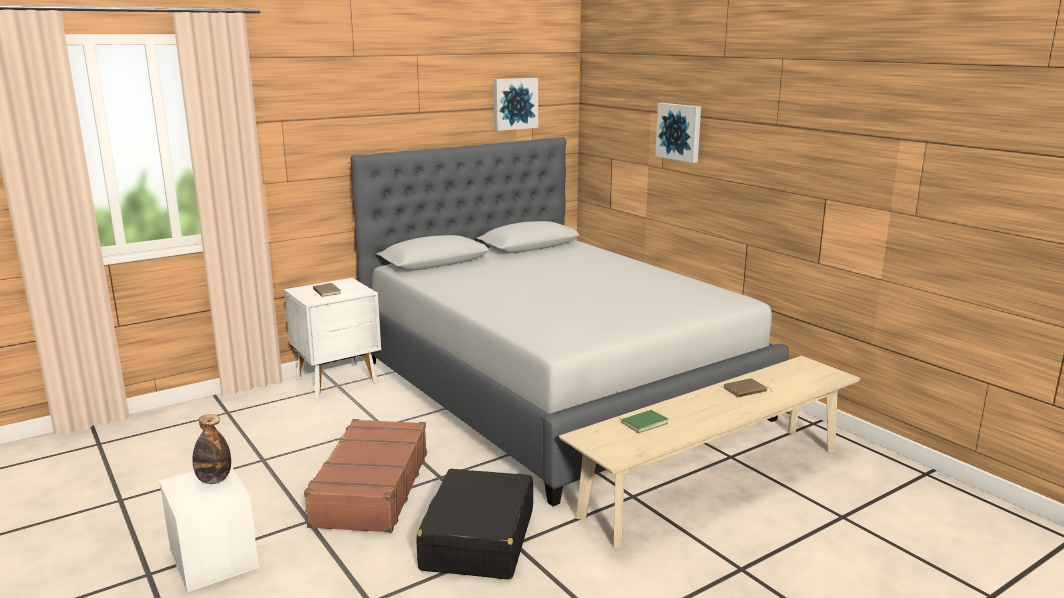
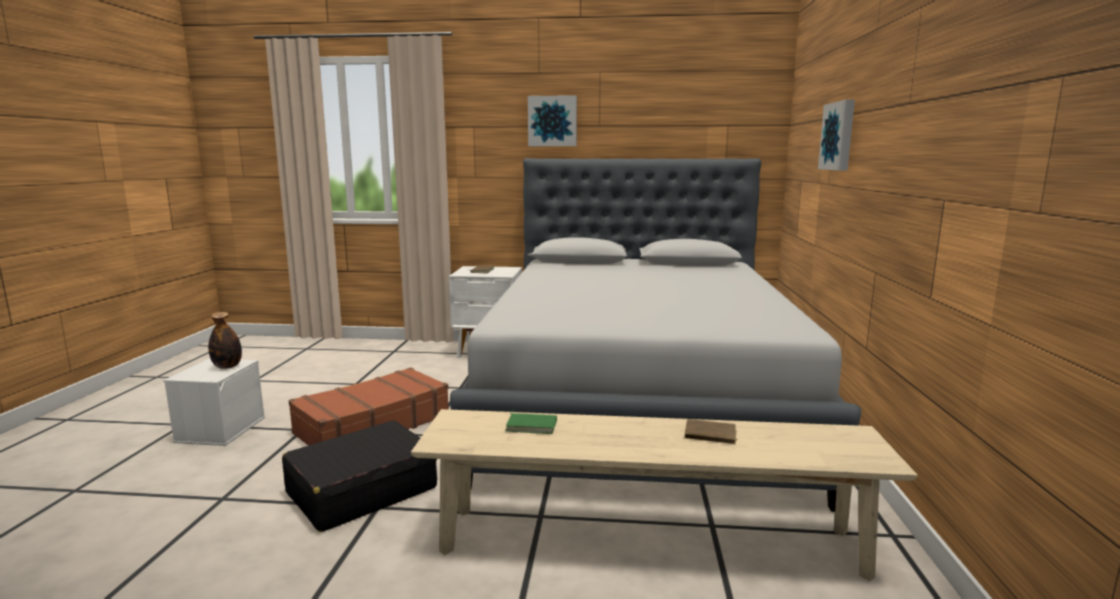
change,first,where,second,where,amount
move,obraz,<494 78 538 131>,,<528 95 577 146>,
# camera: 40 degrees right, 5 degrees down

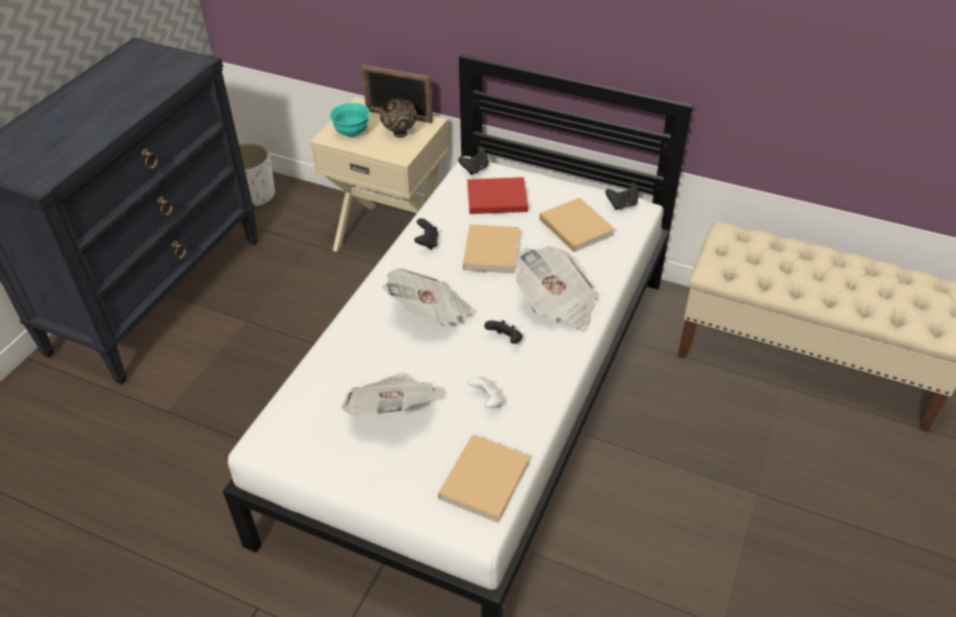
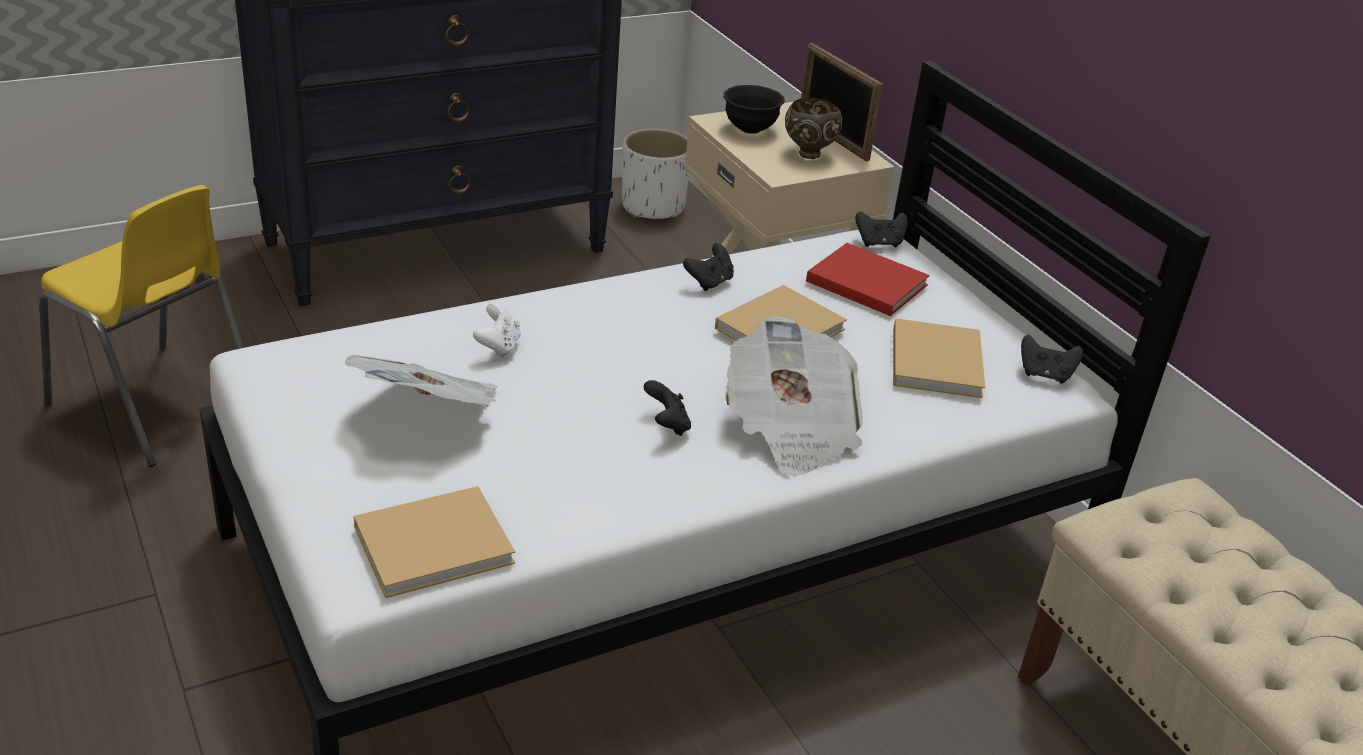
change,first,where,second,where,amount
delete,gazeta,<382 268 476 326>,,,
insert,,,krzesło [żółty],<39 185 244 467>,
move,pad do gier [biały],<467 377 504 409>,,<473 303 521 358>,
recolor,miska [turkusowy],<330 103 370 137>,miska [czarny],<724 85 785 134>,
# camera: 35 degrees right, 10 degrees down

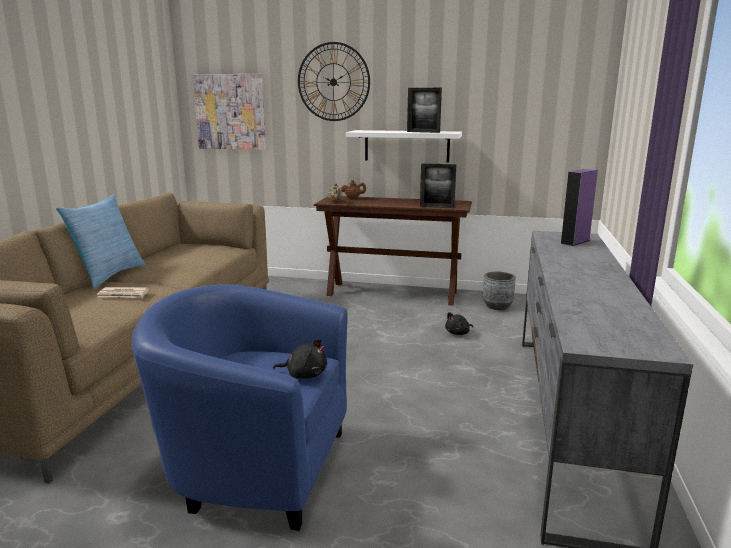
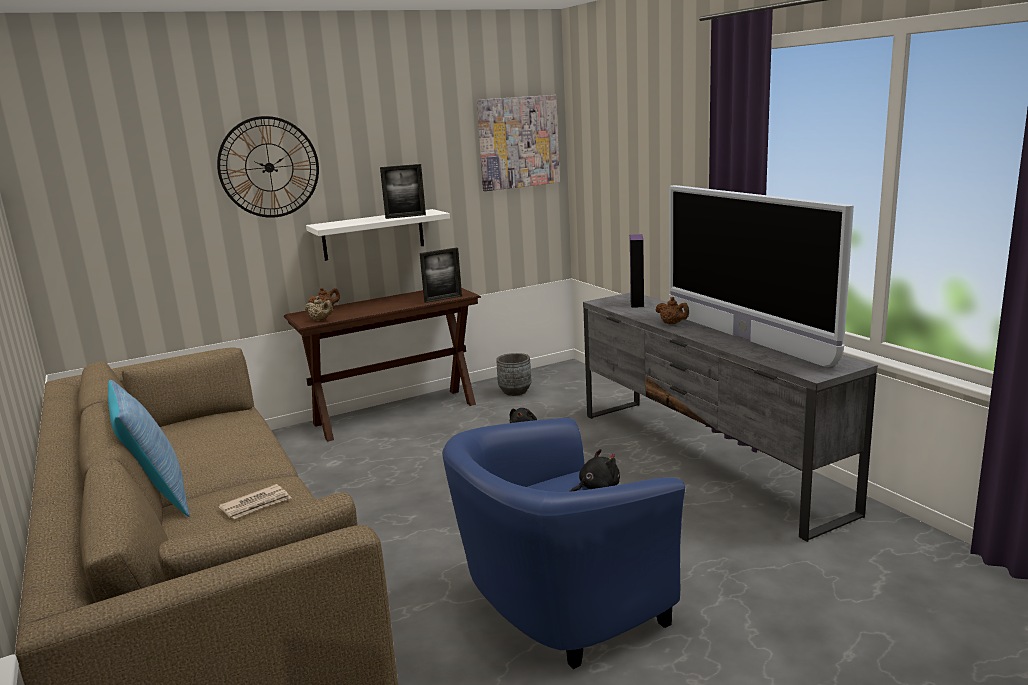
change,first,where,second,where,amount
insert,,,imbryk [brązowy],<656 297 689 324>,
insert,,,telewizor,<669 185 854 367>,
move,obraz,<193 74 266 150>,,<477 95 560 191>,
# camera: 40 degrees left, 0 degrees up

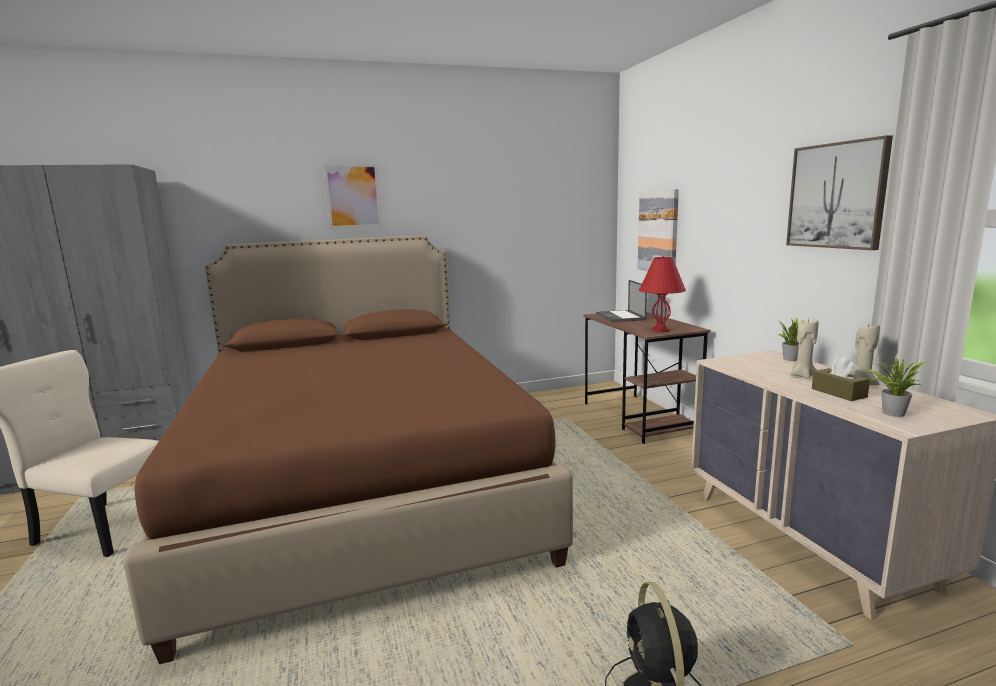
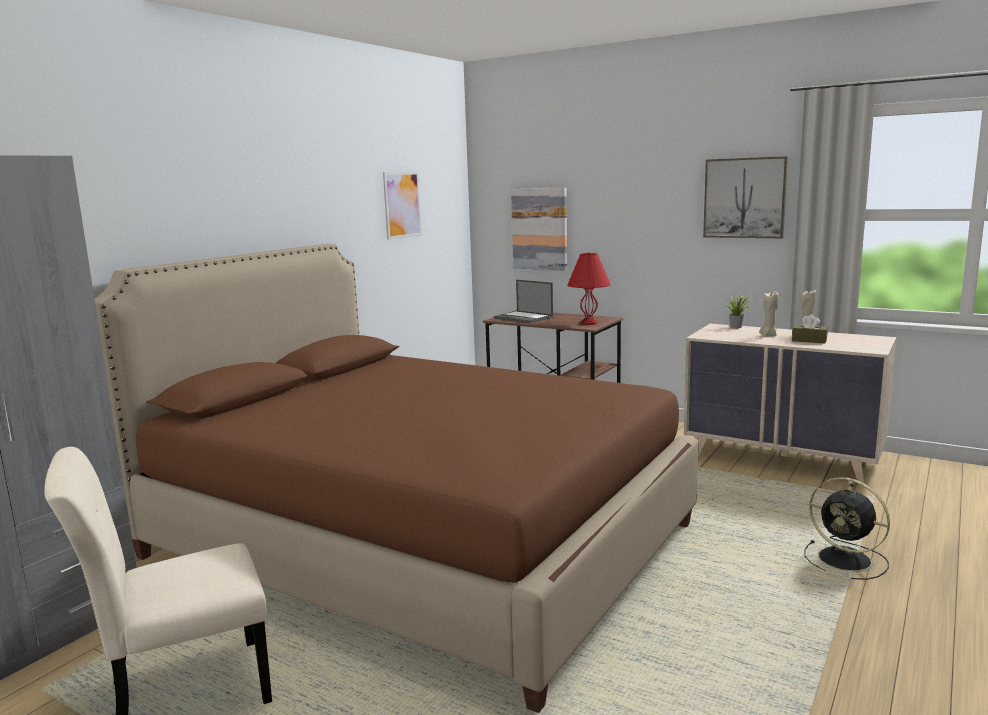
change,first,where,second,where,amount
delete,roślina doniczkowa,<867 357 927 417>,,,
move,obraz,<323 164 382 229>,,<383 172 422 240>,
# camera: 40 degrees left, 0 degrees up

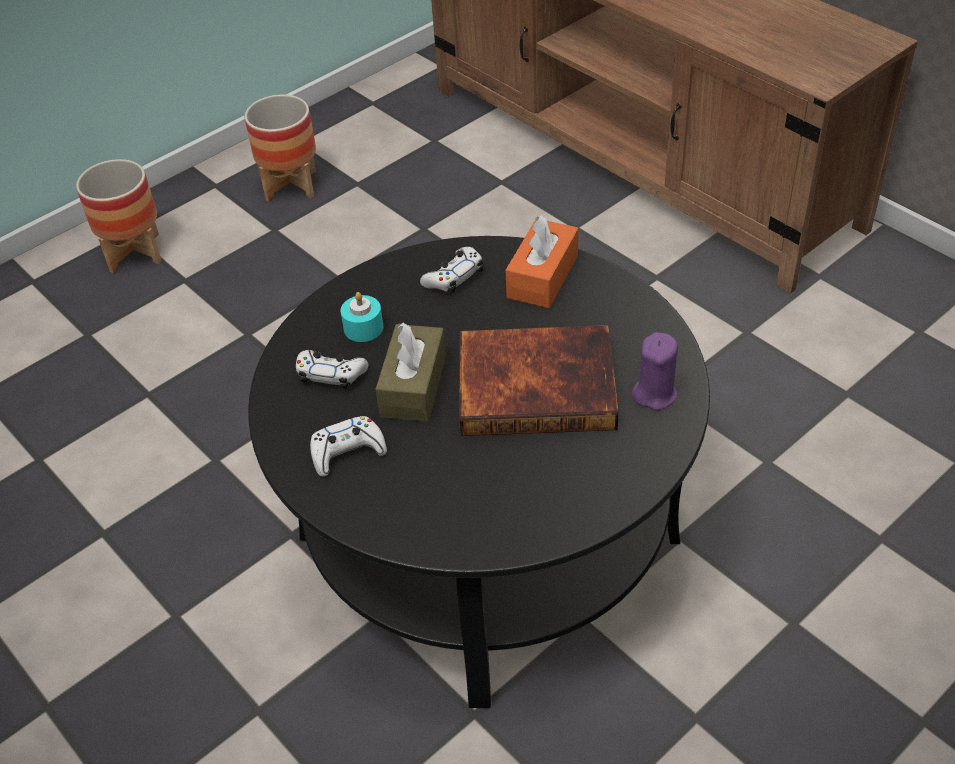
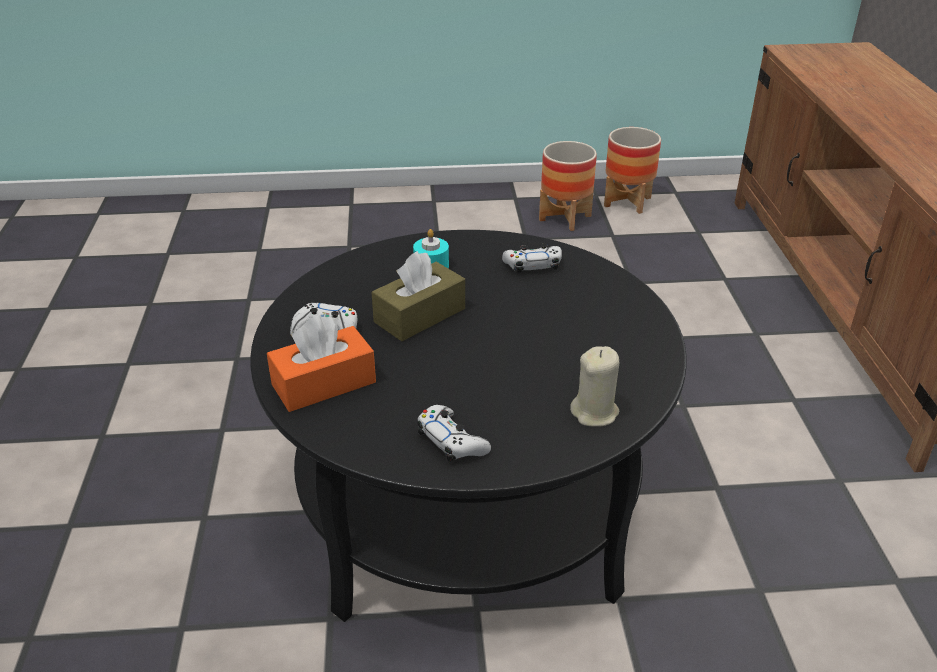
change,first,where,second,where,amount
delete,książka,<460 325 619 436>,,,
move,donica,<76 159 162 273>,,<604 127 661 214>,
move,pad do gier [biały],<296 350 369 390>,,<418 405 491 462>,
move,pudełko chusteczek [pomarańczowy],<506 215 578 308>,,<267 315 376 412>,
recolor,świeca [fioletowy],<632 332 678 411>,świeca [beżowy],<570 346 619 426>,
# camera: 35 degrees right, 10 degrees down

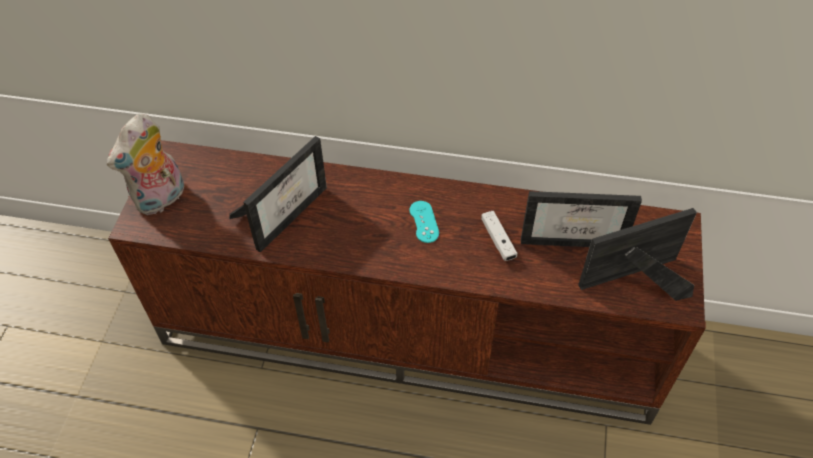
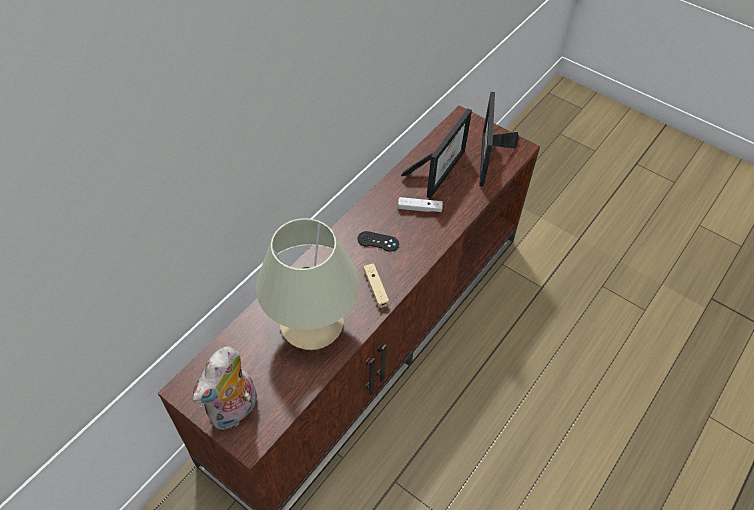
change,first,where,second,where,amount
insert,,,pad do gier [beżowy],<363 263 389 308>,
replace,ramka na zdjęcie,<229 136 327 253>,lampa stołowa [beżowy],<256 218 360 350>,
recolor,pad do gier [turkusowy],<410 201 439 243>,pad do gier [czarny],<357 231 399 252>,
rotate,pluszak,<107 113 185 215>,,<193 347 257 430>,60 degrees clockwise
# camera: 65 degrees left, 0 degrees up

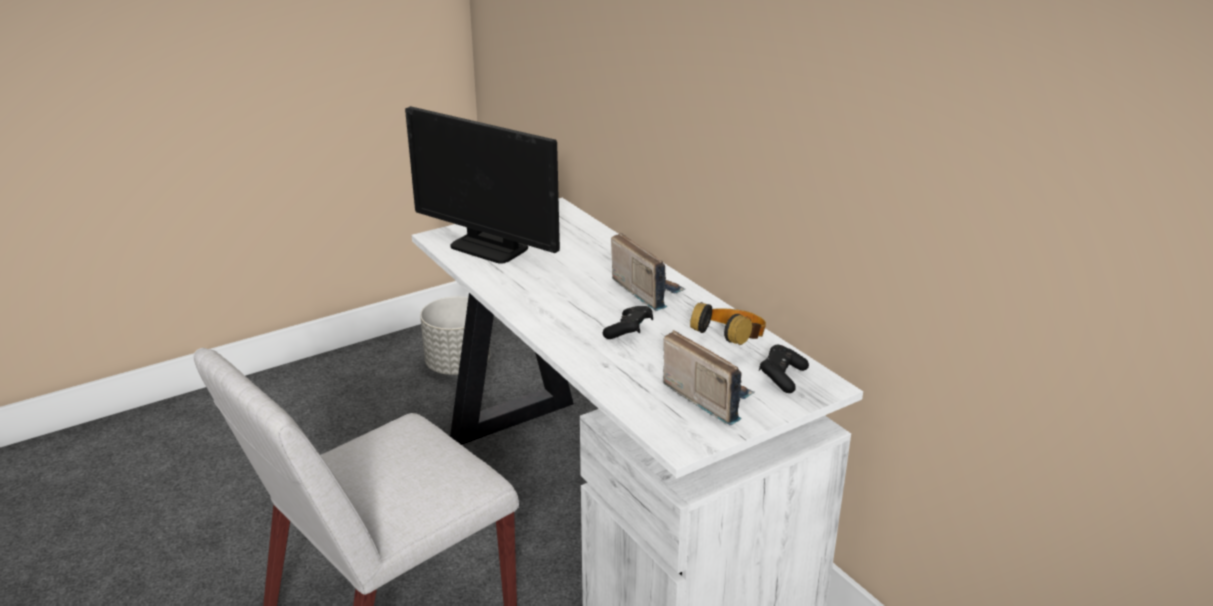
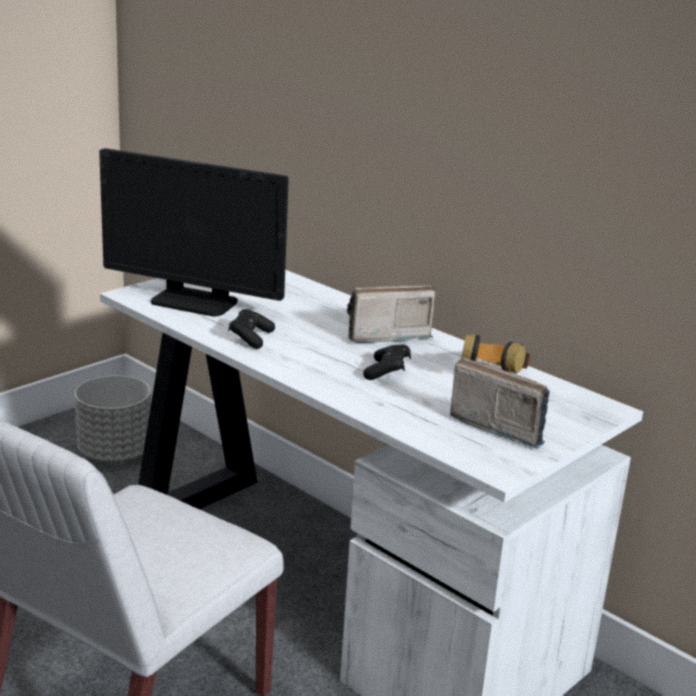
change,first,where,second,where,amount
move,pad do gier [czarny],<759 345 809 393>,,<228 309 275 349>,
rotate,radio,<611 233 685 311>,,<347 285 436 343>,60 degrees counterclockwise
# camera: 15 degrees left, 5 degrees down

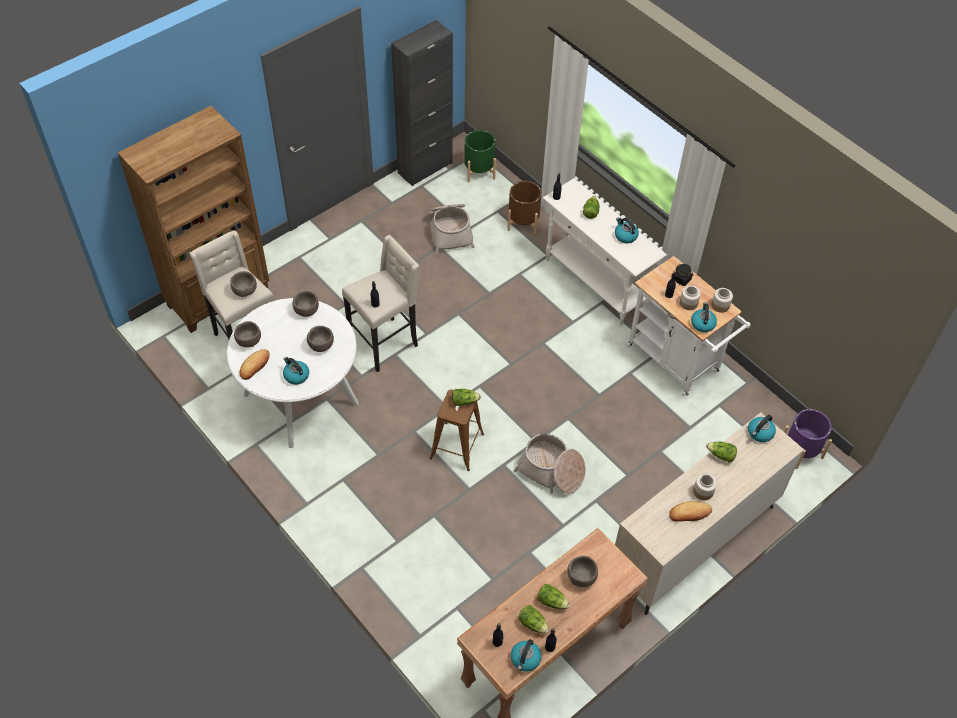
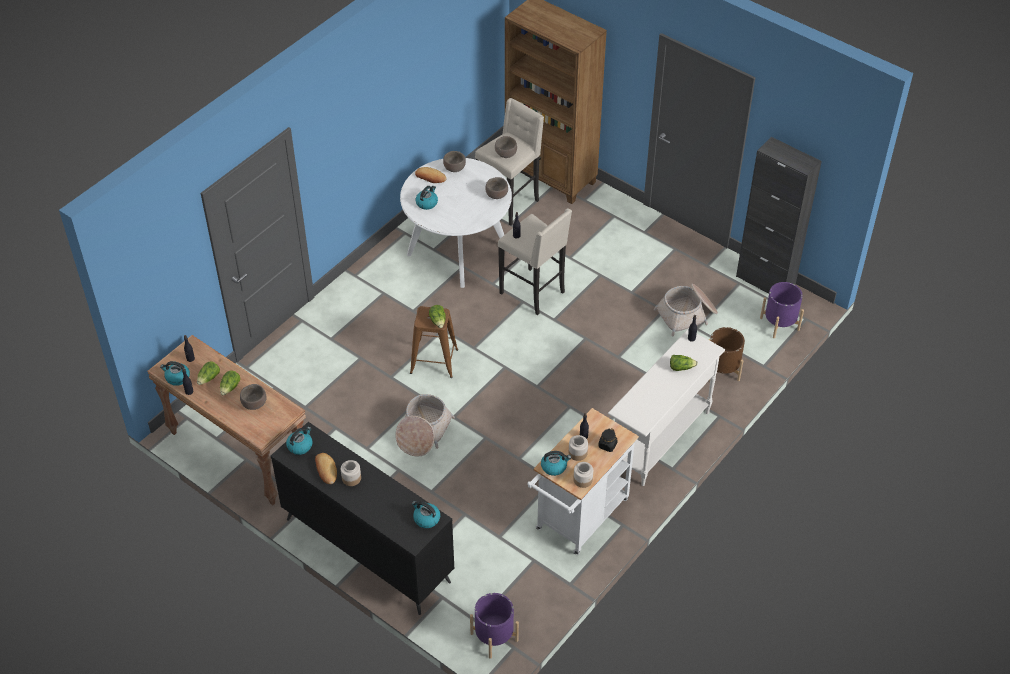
change,first,where,second,where,amount
delete,miska [brązowy],<307 326 334 352>,,,
delete,sałata,<706 442 737 463>,,,
move,czajnik,<615 217 639 243>,,<286 427 313 455>,
recolor,donica [zielony],<463 130 496 183>,donica [fioletowy],<760 282 804 338>,
recolor,komoda [beżowy],<615 412 804 615>,komoda [czarny],<271 422 454 615>,
# camera: 80 degrees right, 5 degrees down

